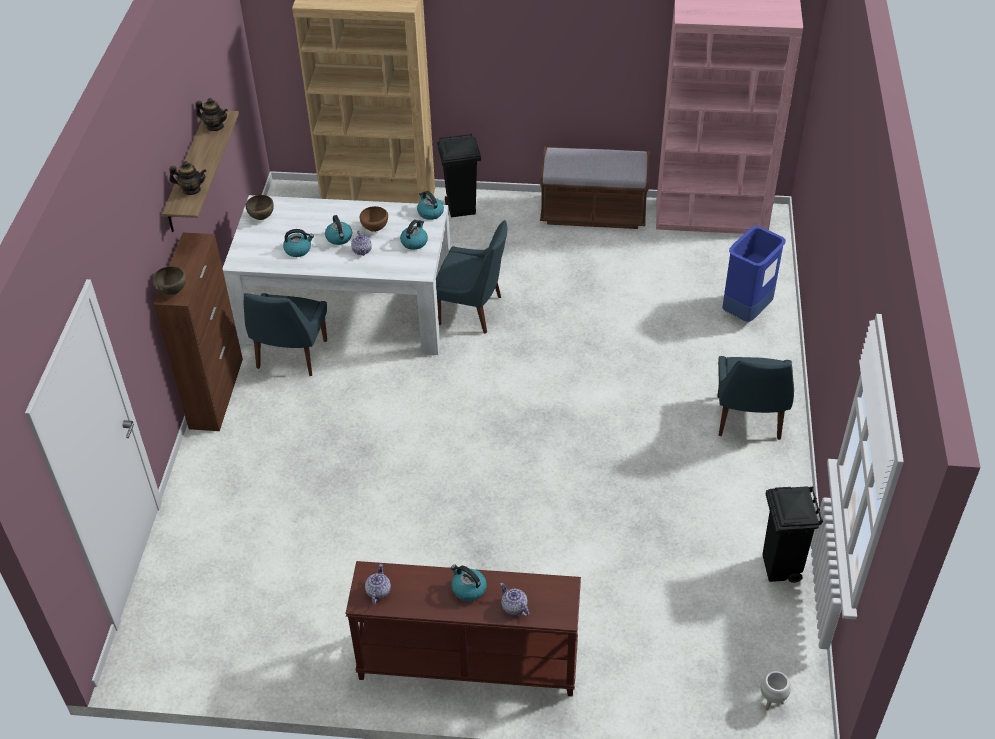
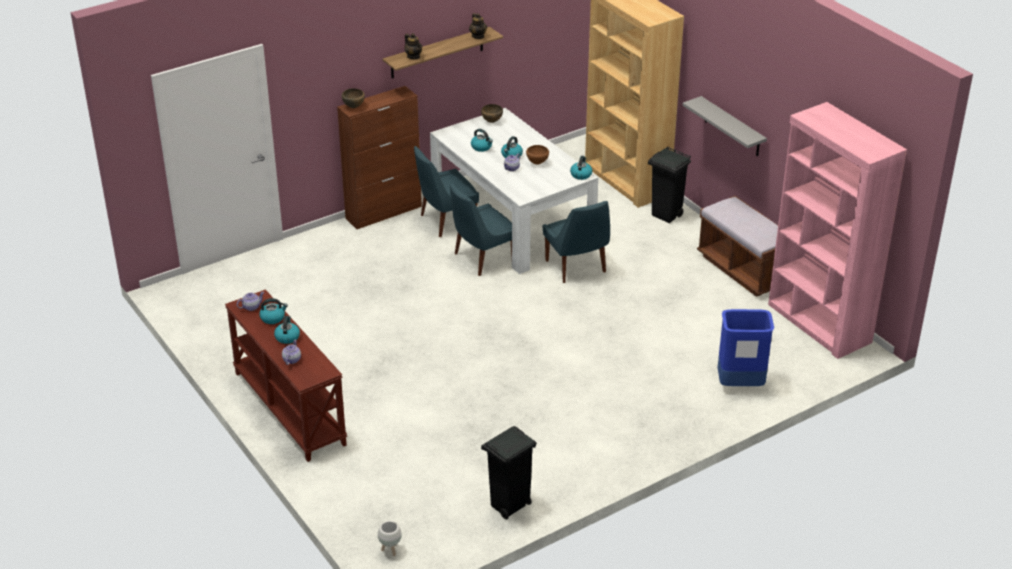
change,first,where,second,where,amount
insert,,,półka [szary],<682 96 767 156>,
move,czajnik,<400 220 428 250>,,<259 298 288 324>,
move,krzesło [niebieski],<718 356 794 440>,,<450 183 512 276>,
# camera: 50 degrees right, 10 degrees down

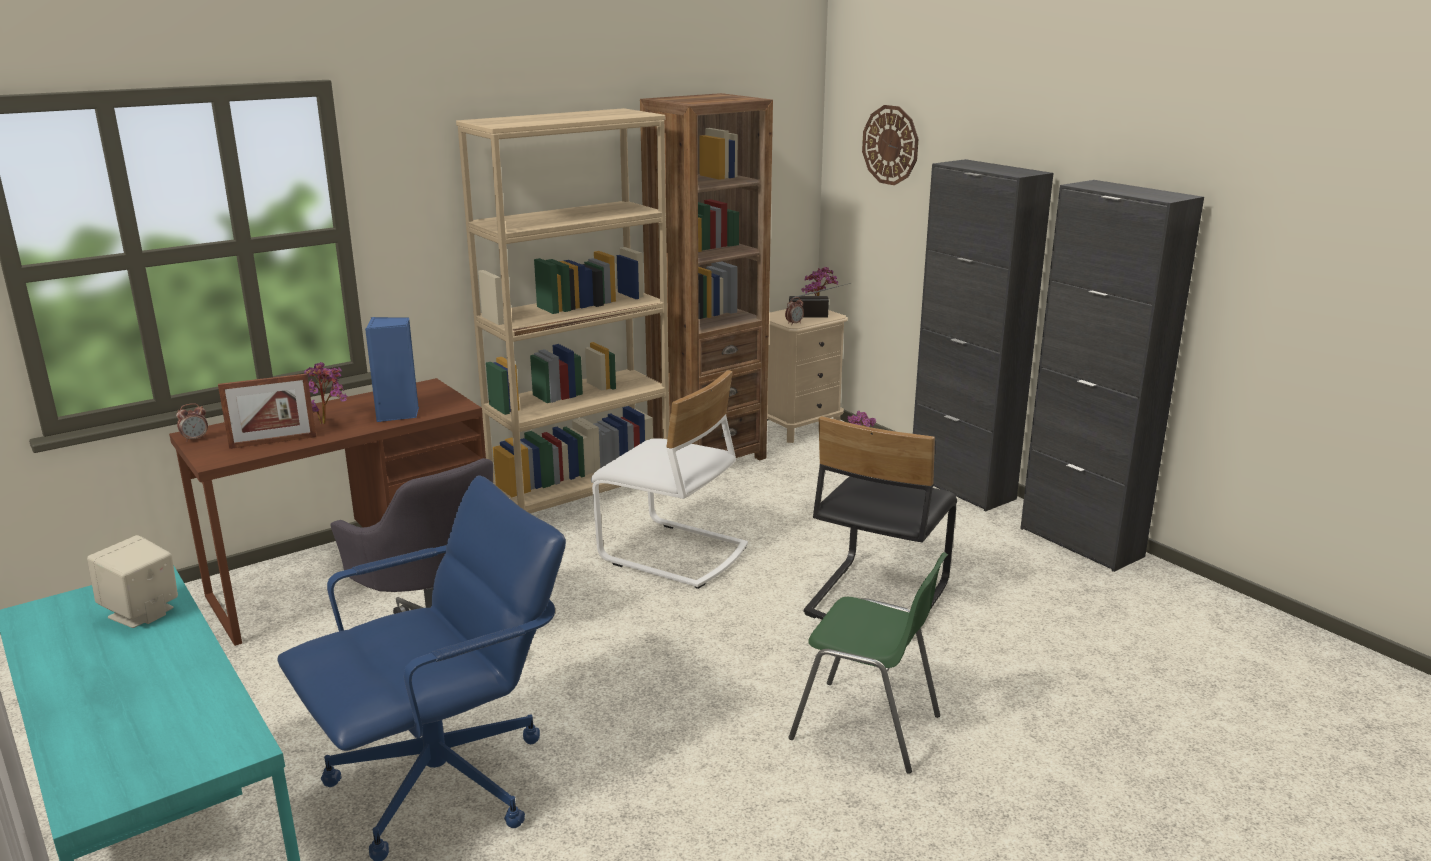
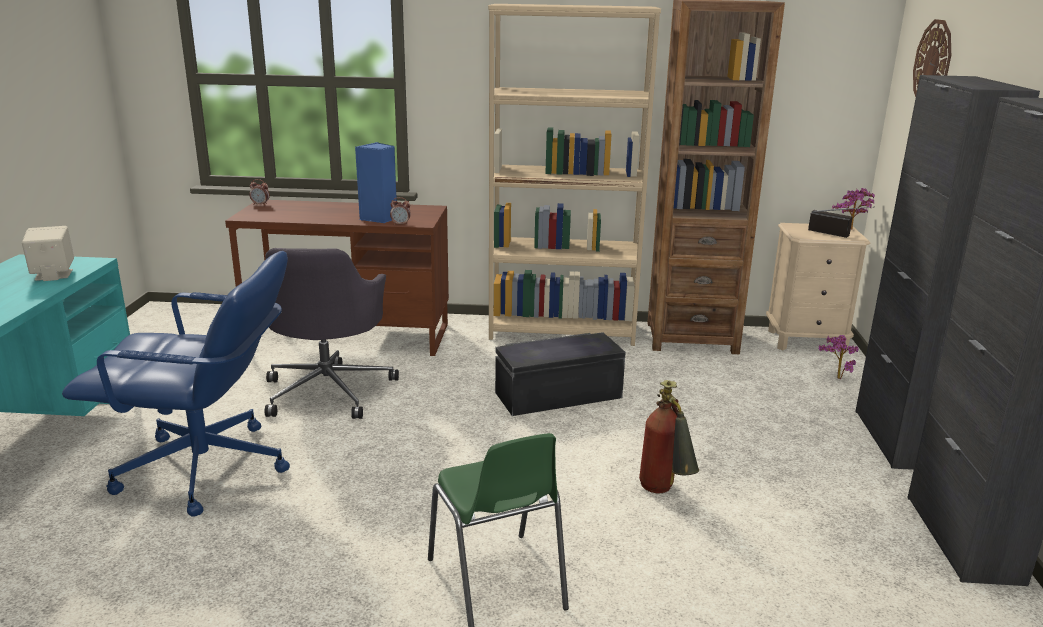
change,first,where,second,where,amount
delete,ramka na zdjęcie,<218 373 316 449>,,,
delete,roślina doniczkowa,<304 362 348 424>,,,
move,budzik,<785 297 804 325>,,<390 197 411 226>,
replace,krzesło [biały],<591 370 748 589>,pojemnik do przechowywania [czarny],<495 332 626 416>,
replace,krzesło [czarny],<804 416 957 619>,gaśnica,<639 380 699 493>,
# camera: 40 degrees right, 0 degrees up

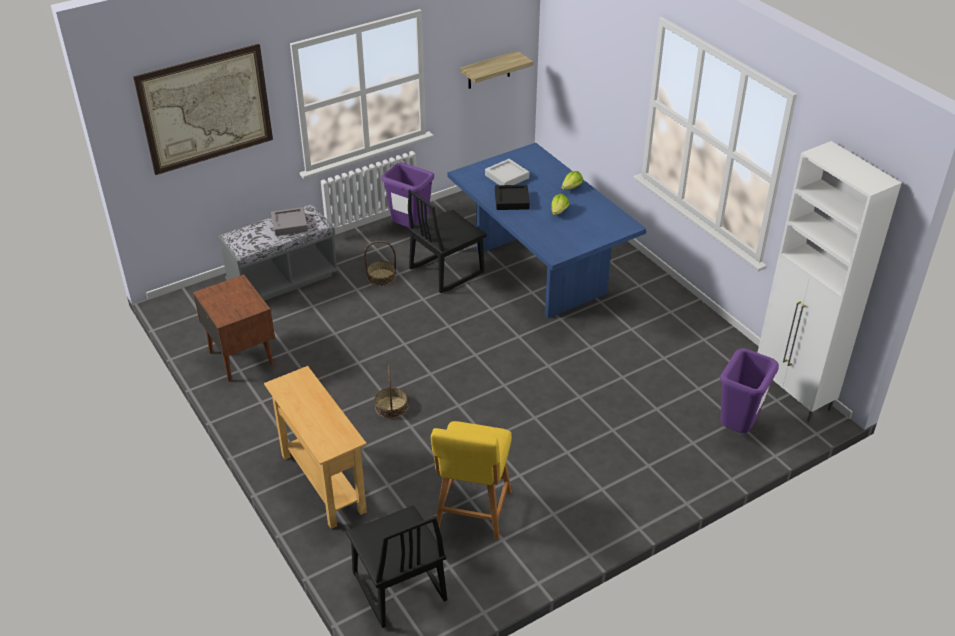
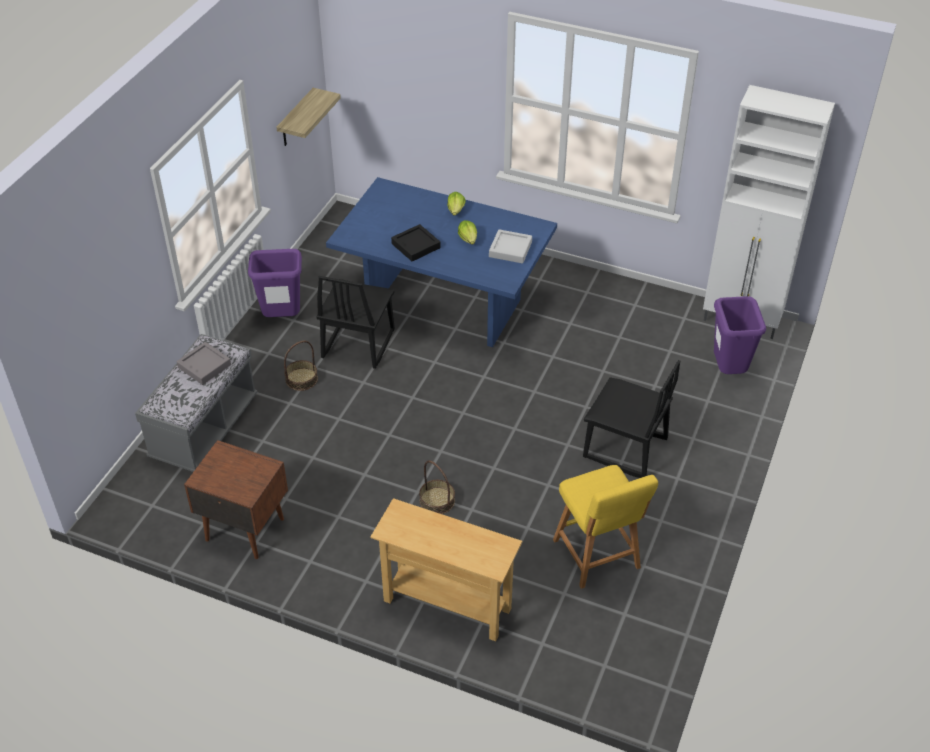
change,first,where,second,where,amount
delete,obraz,<133 44 273 175>,,,
move,krzesło [czarny],<346 505 447 628>,,<583 360 681 478>,
move,taca [szary],<485 159 529 185>,,<489 229 532 264>,
# camera: 35 degrees left, 5 degrees up

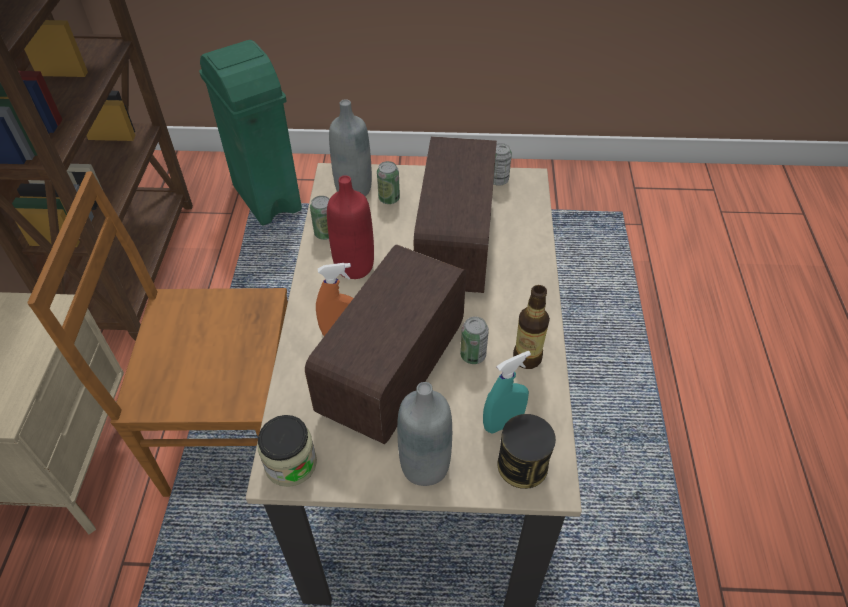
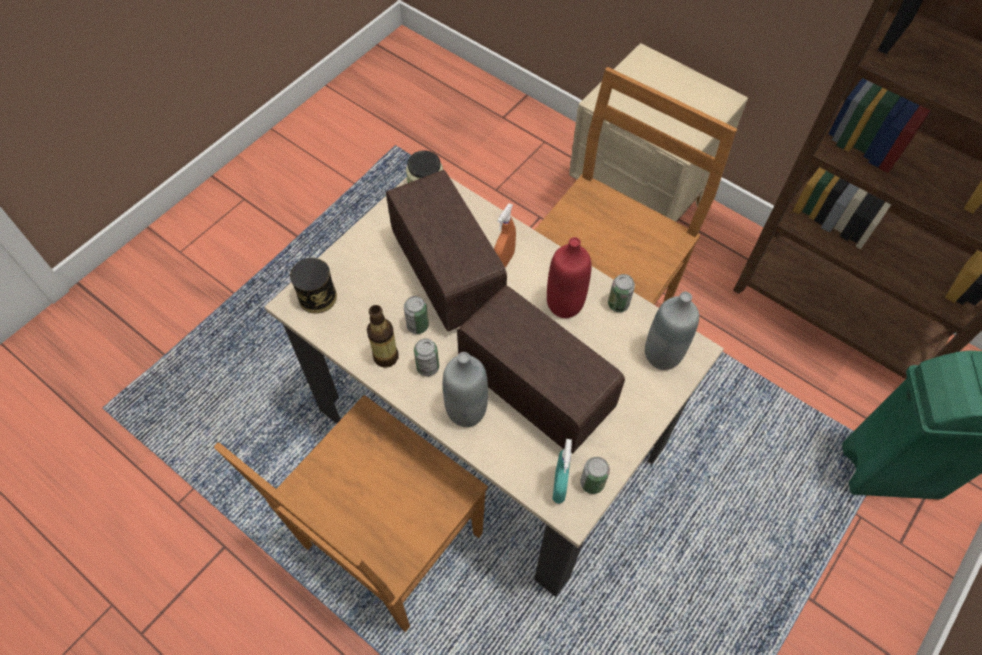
change,first,where,second,where,amount
insert,,,krzesło [brązowy],<214 395 488 632>,
move,puszka,<377 161 400 204>,,<414 338 439 376>,
move,butelka [szary],<397 382 452 486>,,<443 352 488 427>,
move,spryskiwacz [turkusowy],<483 351 531 434>,,<553 439 572 504>,
# camera: 125 degrees right, 10 degrees up

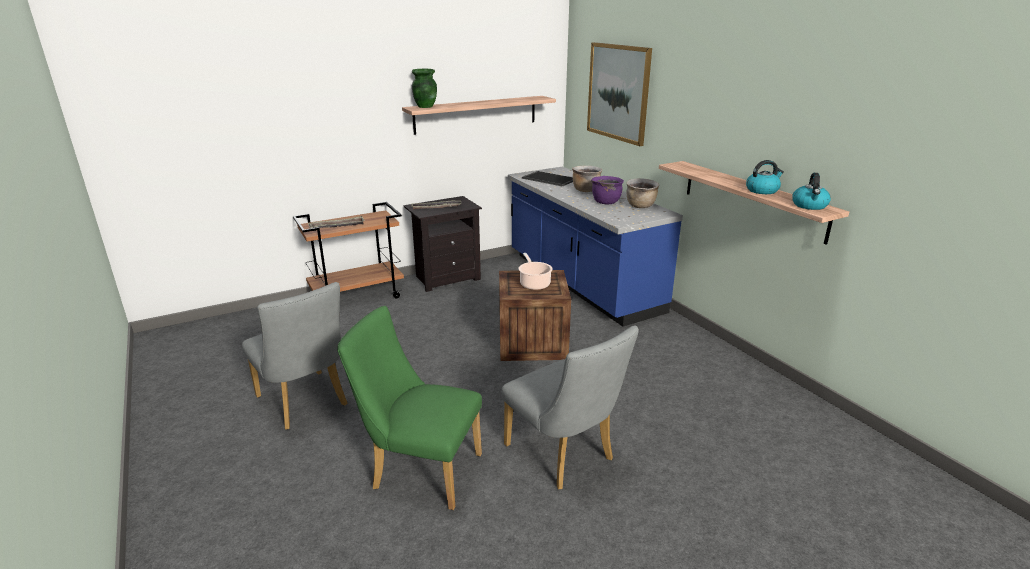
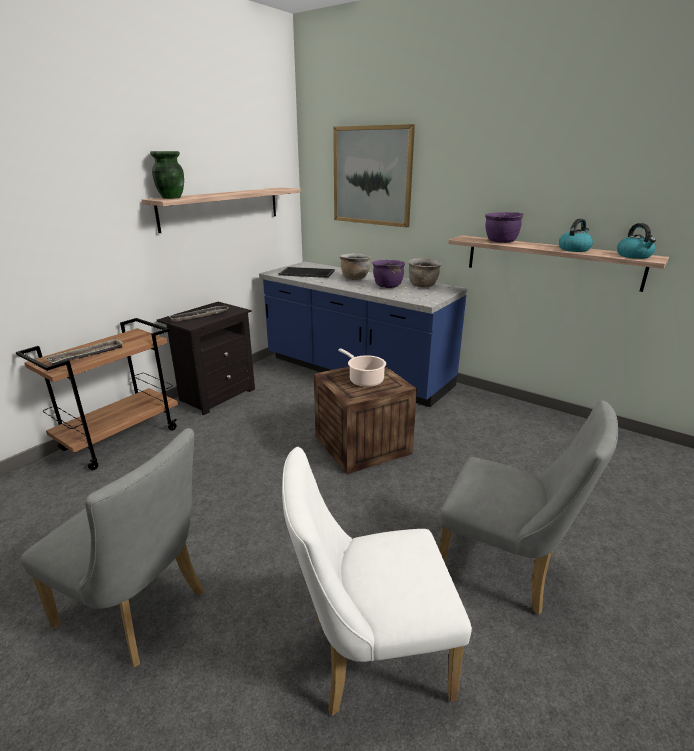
change,first,where,second,where,amount
insert,,,garnek [fioletowy],<485 212 524 243>,
recolor,krzesło [zielony],<337 306 482 510>,krzesło [biały],<282 447 472 716>,
# camera: 25 degrees left, 0 degrees up

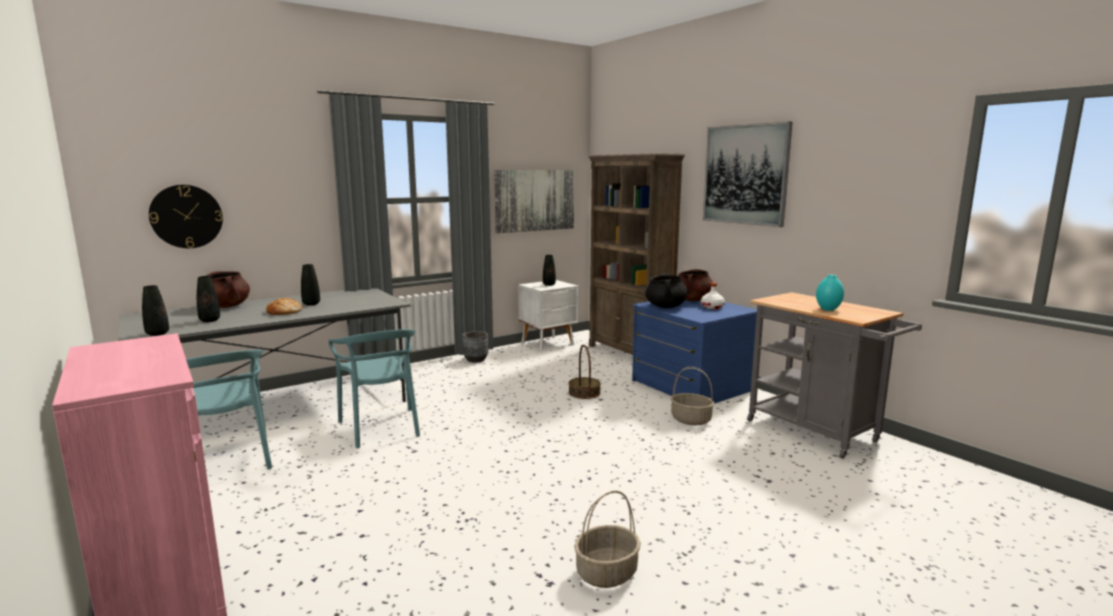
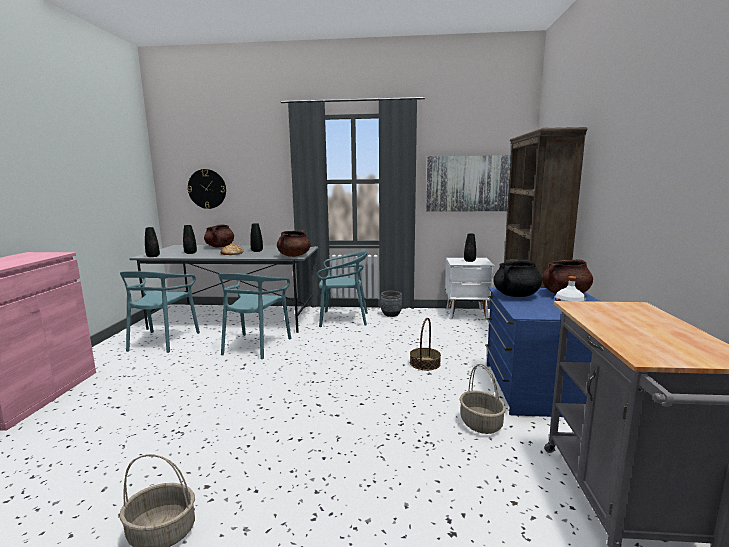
change,first,where,second,where,amount
delete,obraz,<703 122 792 227>,,,
delete,wazon [turkusowy],<816 275 844 311>,,,
insert,,,garnek [brązowy],<277 230 310 257>,
insert,,,krzesło [turkusowy],<317 250 368 327>,
# camera: 40 degrees right, 0 degrees up

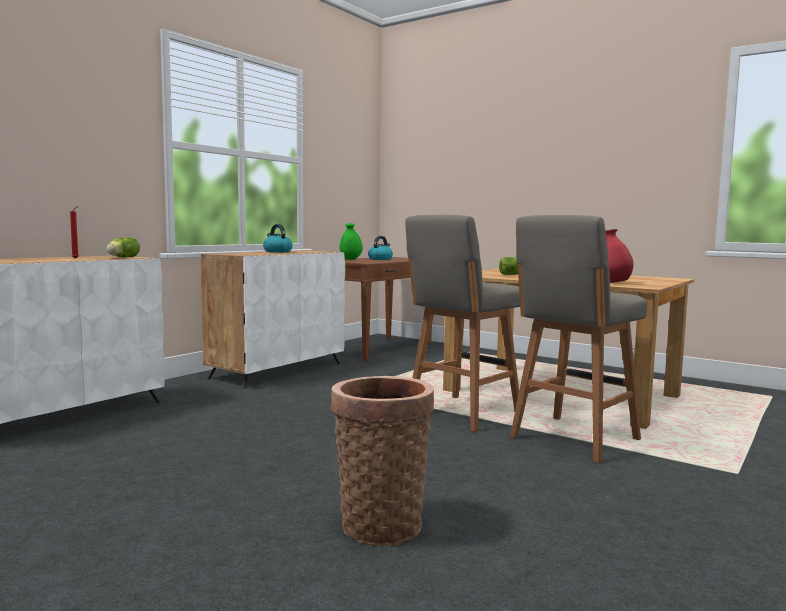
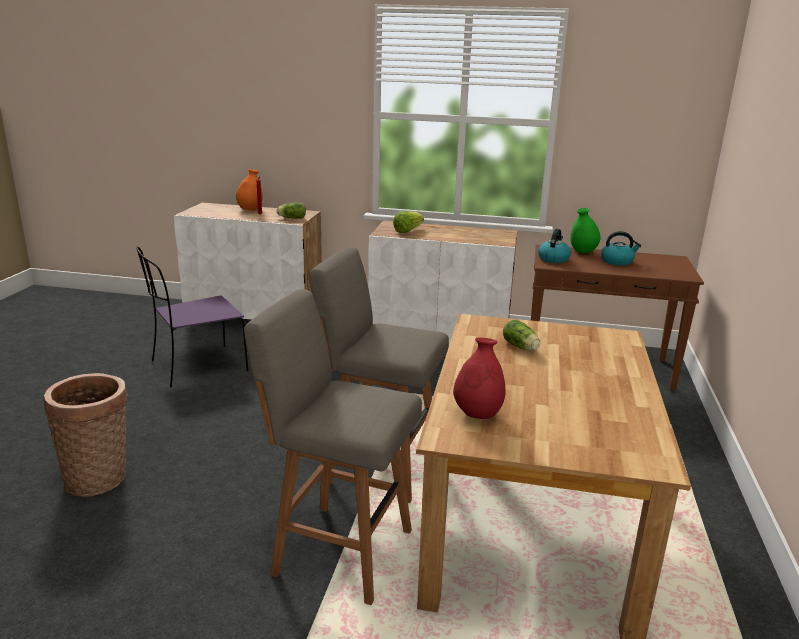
change,first,where,second,where,amount
insert,,,krzesło [fioletowy],<136 246 248 388>,
insert,,,wazon [pomarańczowy],<236 169 262 211>,
insert,,,sałata,<393 211 424 233>,
move,czajnik,<263 224 293 252>,,<538 229 571 263>,
# camera: 65 degrees right, 15 degrees up

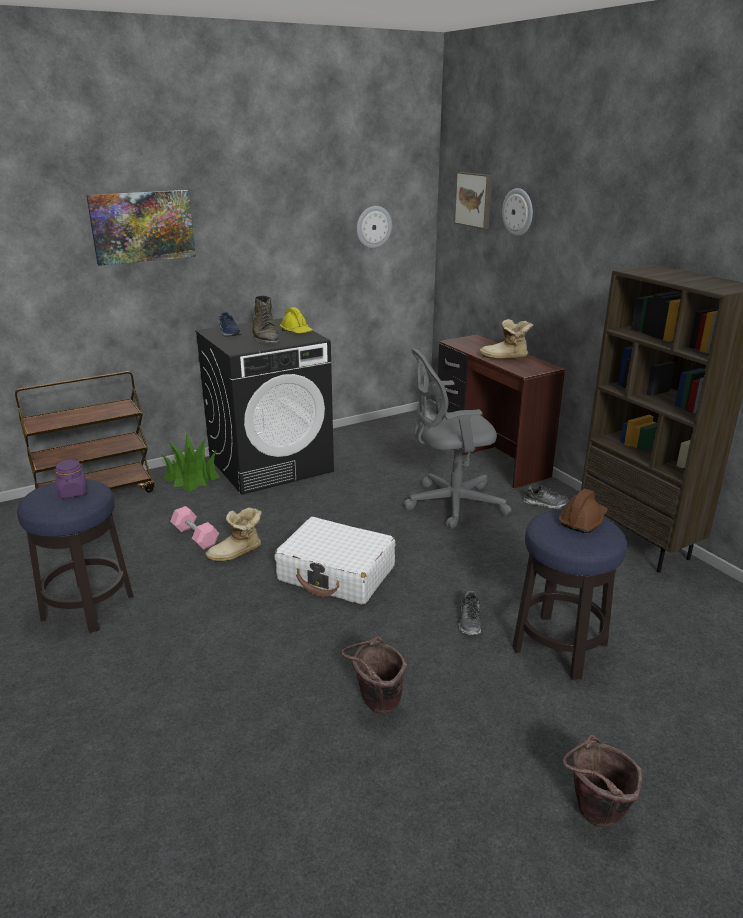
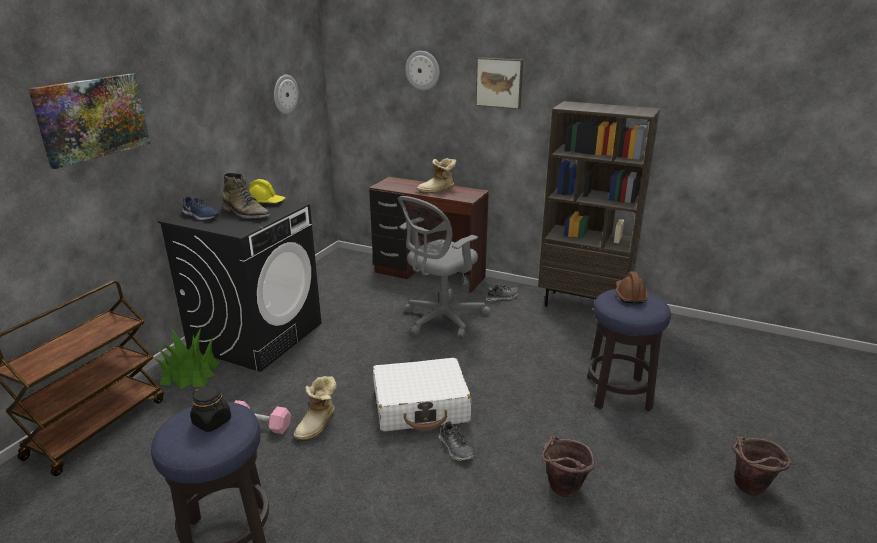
change,first,where,second,where,amount
move,obraz,<454 172 492 229>,,<476 57 523 109>,
move,but,<458 591 481 635>,,<439 421 474 461>,
recolor,słoik [fioletowy],<55 459 87 498>,słoik [czarny],<190 386 231 432>,
# camera: 35 degrees left, 0 degrees up

